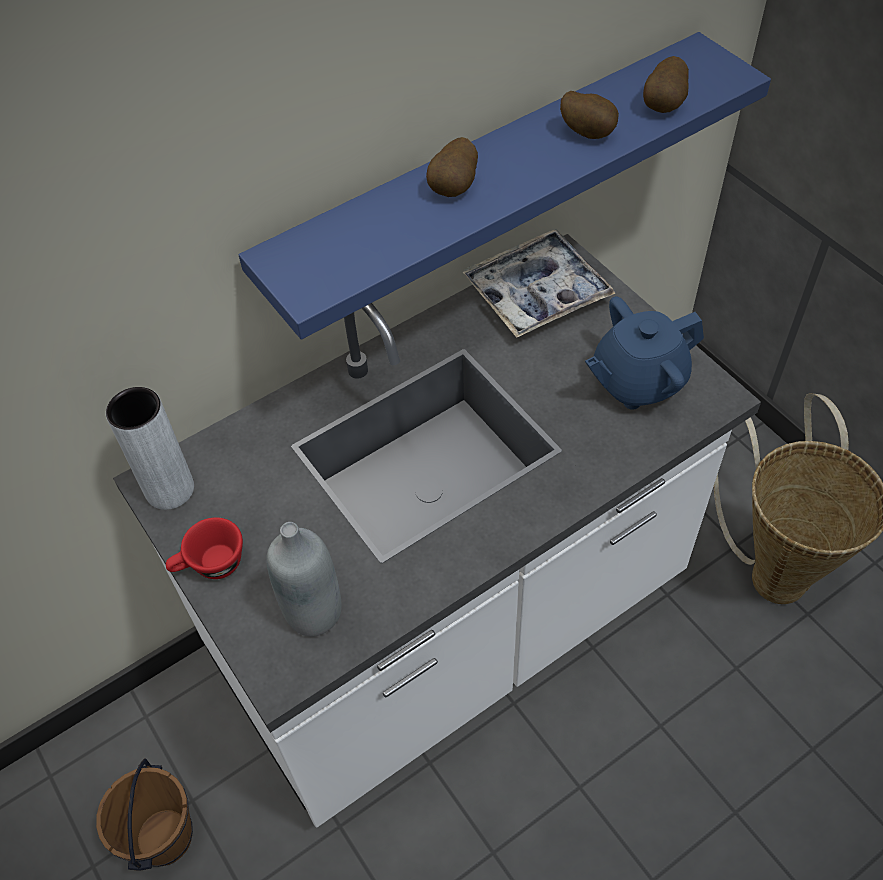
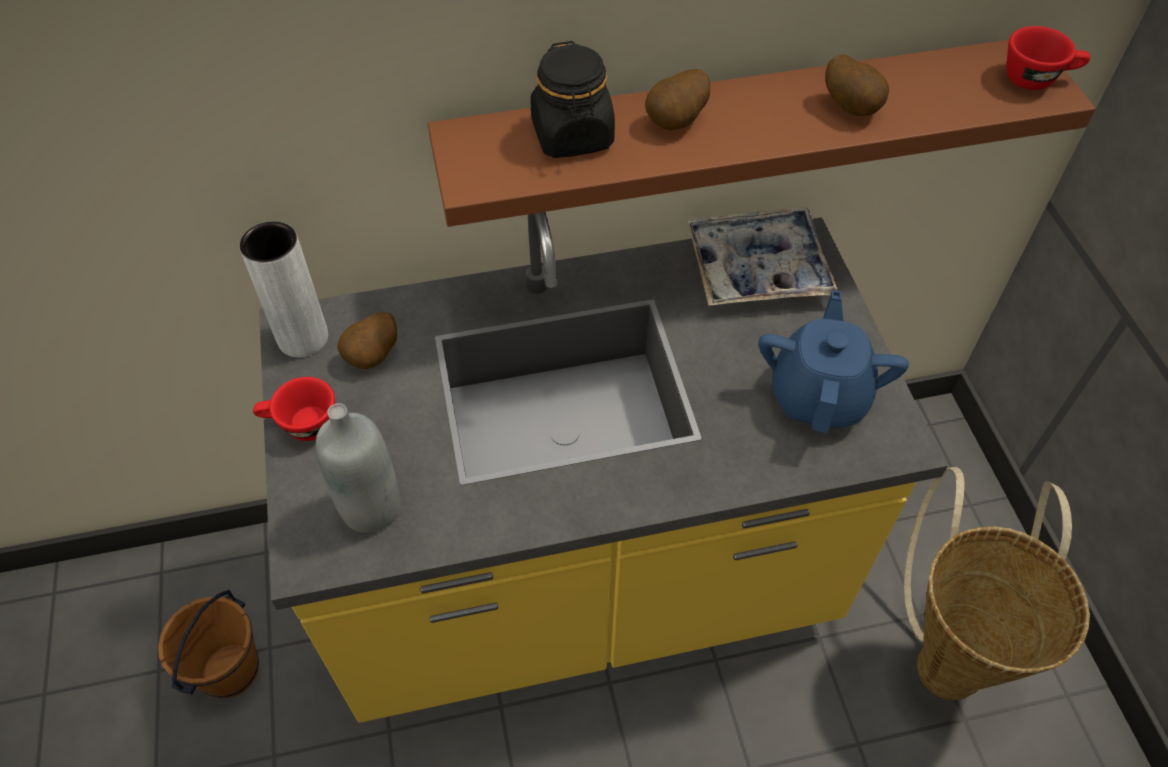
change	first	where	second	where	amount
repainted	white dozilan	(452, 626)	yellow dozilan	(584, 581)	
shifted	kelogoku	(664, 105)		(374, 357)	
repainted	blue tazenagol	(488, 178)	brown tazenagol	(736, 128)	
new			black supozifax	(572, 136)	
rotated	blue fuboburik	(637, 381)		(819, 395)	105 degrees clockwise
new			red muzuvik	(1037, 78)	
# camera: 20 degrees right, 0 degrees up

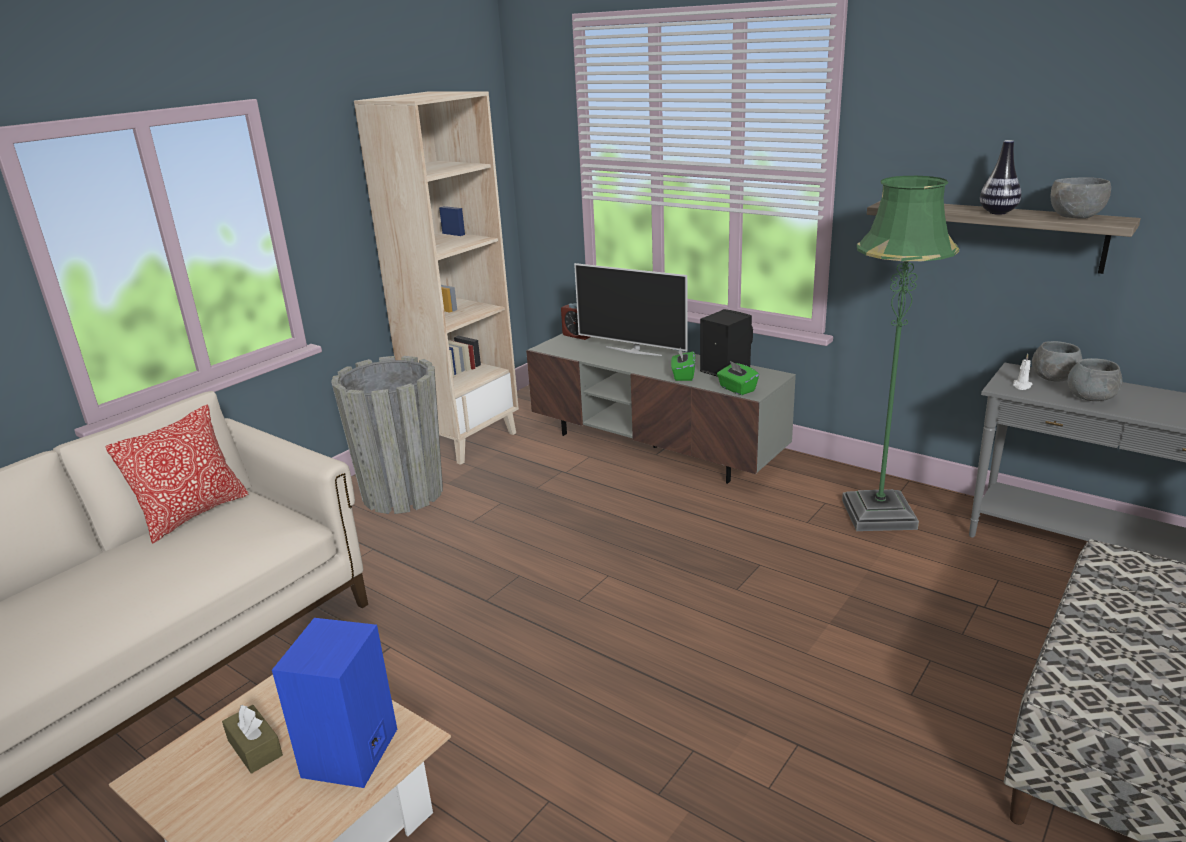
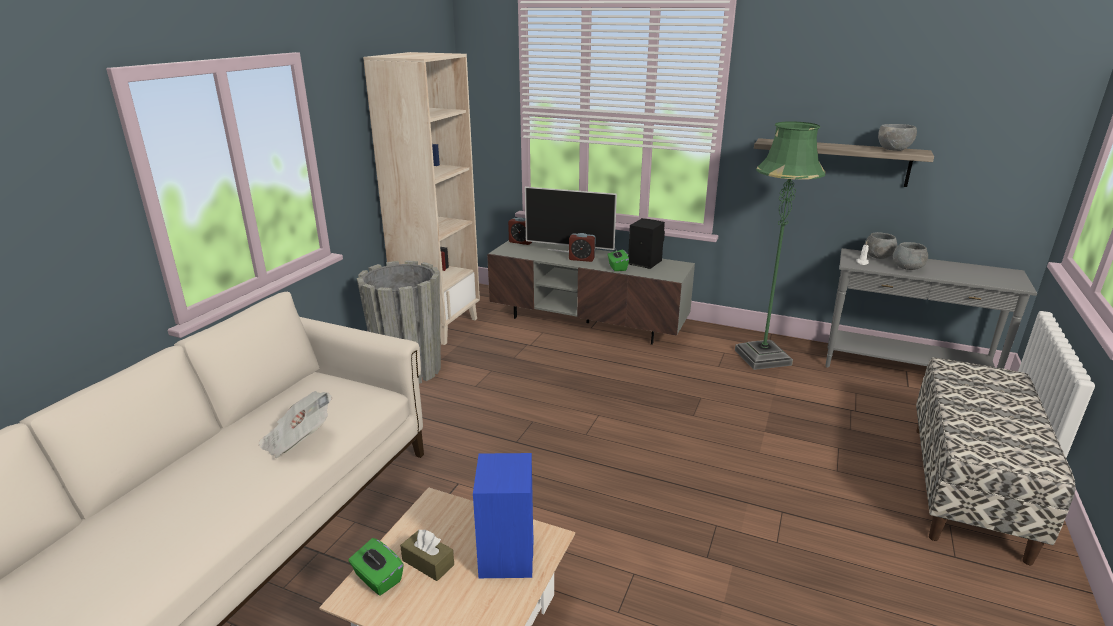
change	first	where	second	where	amount
new			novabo	(298, 440)	
shifted	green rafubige	(737, 389)		(377, 579)	
new			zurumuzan	(581, 259)	
gone	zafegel	(194, 514)			
gone	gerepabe	(997, 212)			
# camera: 15 degrees left, 0 degrees up

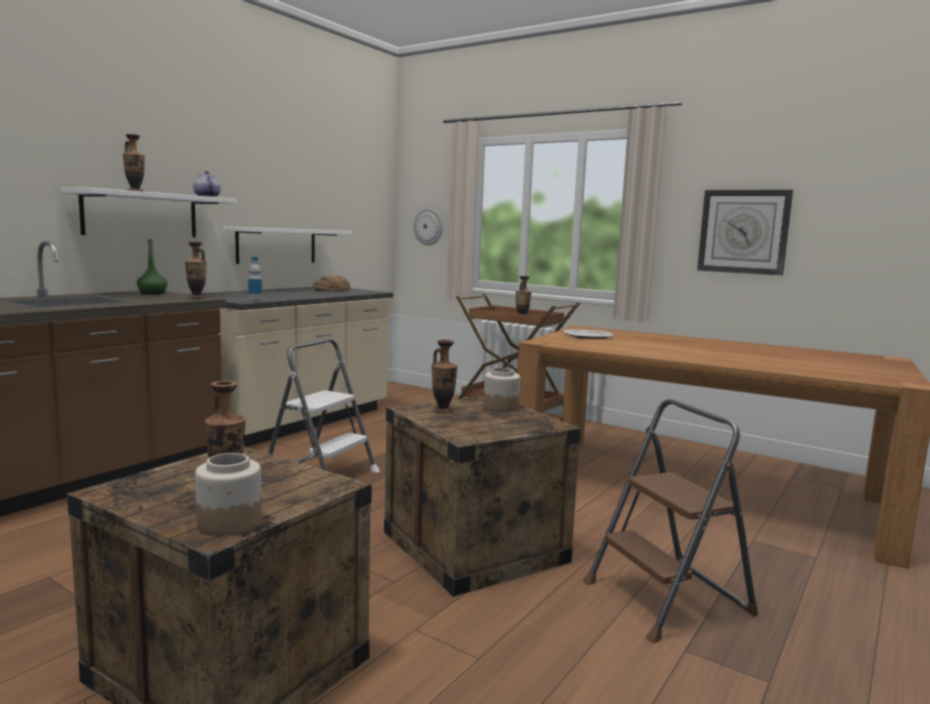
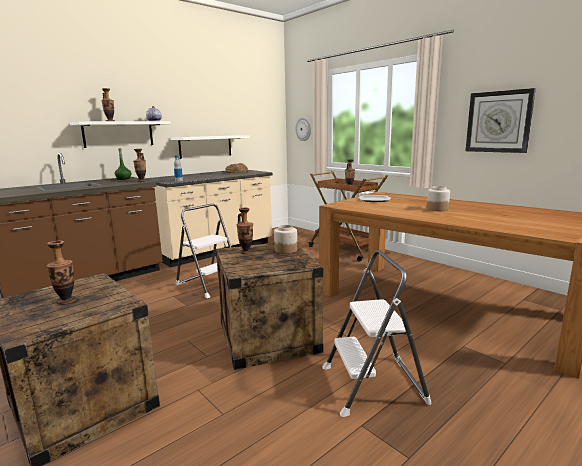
change	first	where	second	where	amount
repainted	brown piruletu	(673, 597)	white piruletu	(377, 384)	
shifted	supozifax	(228, 523)		(437, 209)	
# camera: 15 degrees right, 5 degrees up

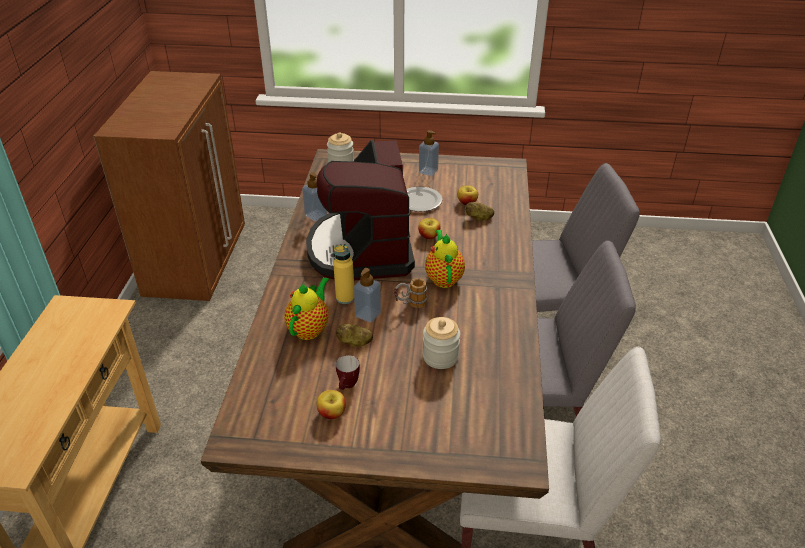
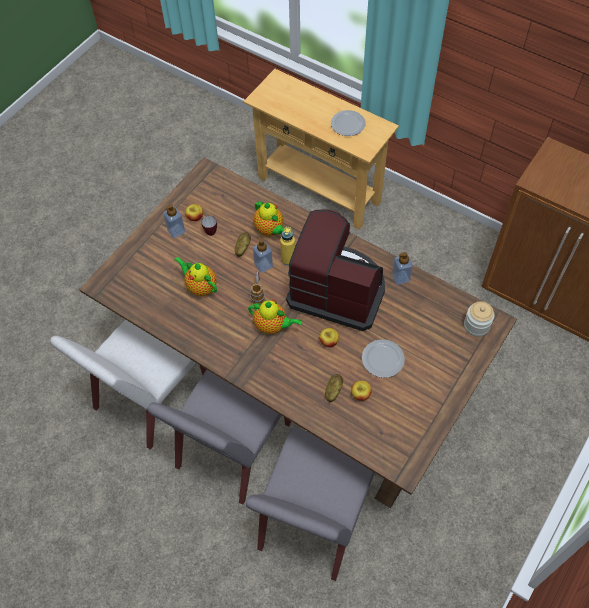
change	first	where	second	where	amount
shifted	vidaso	(428, 171)		(176, 231)	
swapped	supozifax	(440, 356)	fuboburik	(200, 286)	
new			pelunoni	(348, 125)	
# camera: 120 degrees right, 20 degrees up

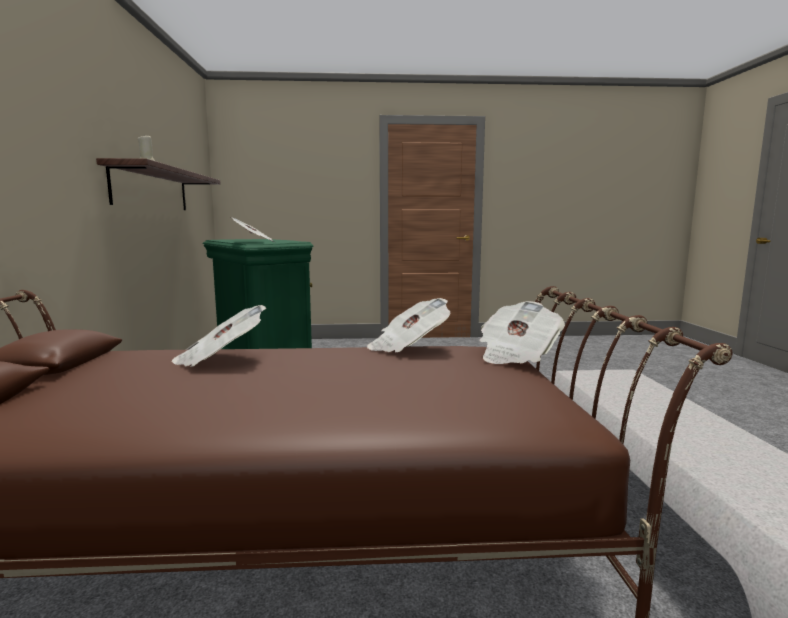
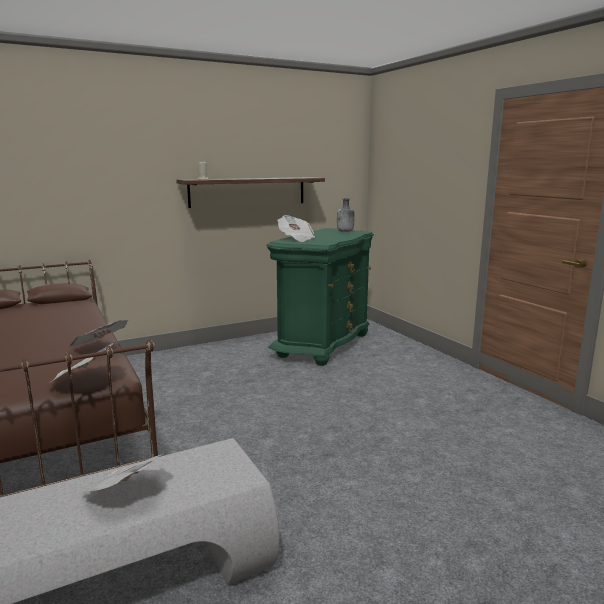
change	first	where	second	where	amount
shifted	novabo	(220, 359)		(124, 493)	
new			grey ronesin	(345, 231)	
# camera: 65 degrees right, 5 degrees up

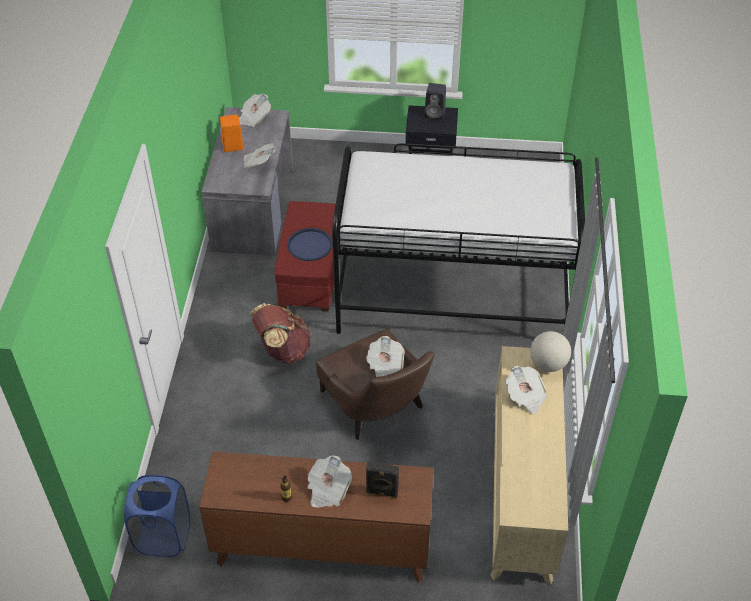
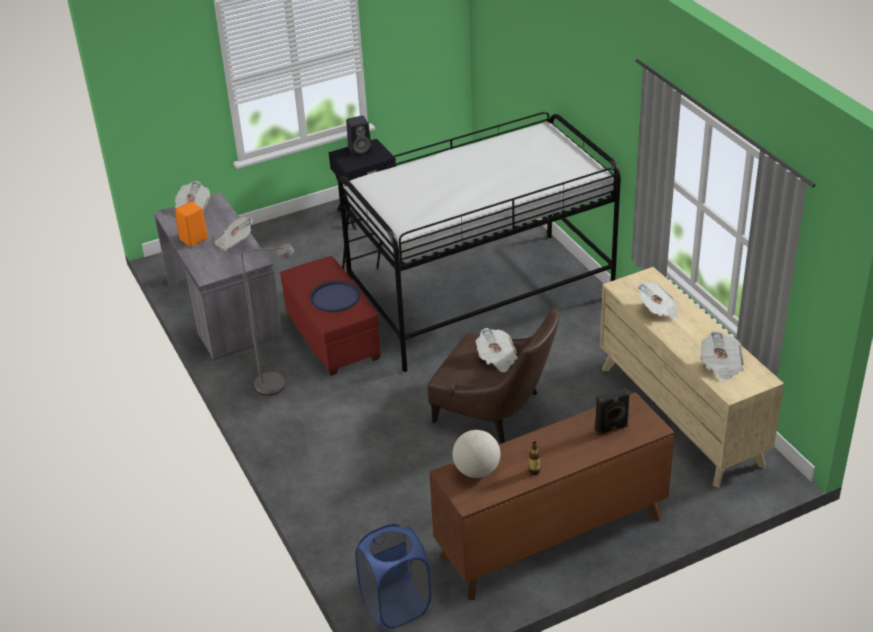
change	first	where	second	where	amount
new			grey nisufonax	(278, 384)	
shifted	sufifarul	(548, 364)		(477, 470)	
shifted	novabo	(328, 490)		(721, 366)	
gone	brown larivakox	(283, 350)			
# camera: 30 degrees left, 10 degrees down

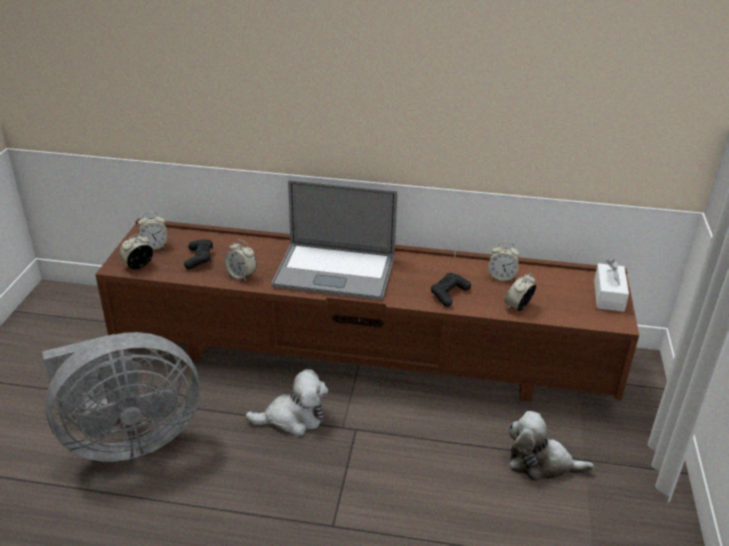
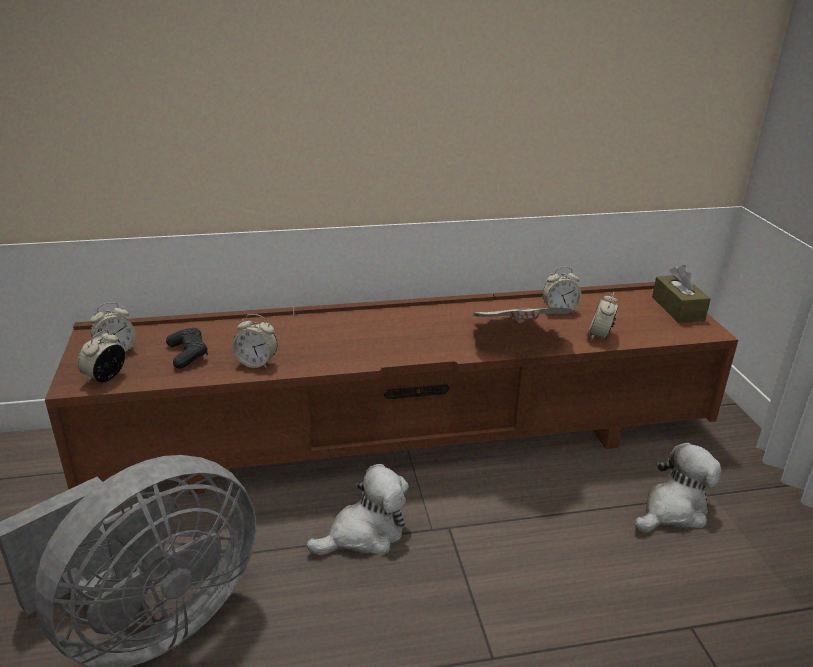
change	first	where	second	where	amount
swapped	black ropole	(449, 294)	novabo	(518, 337)	
rotated	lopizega	(541, 463)		(673, 510)	150 degrees clockwise
repainted	white rafubige	(608, 295)	brown rafubige	(677, 308)	
gone	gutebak	(334, 271)			
# camera: 20 degrees left, 5 degrees down

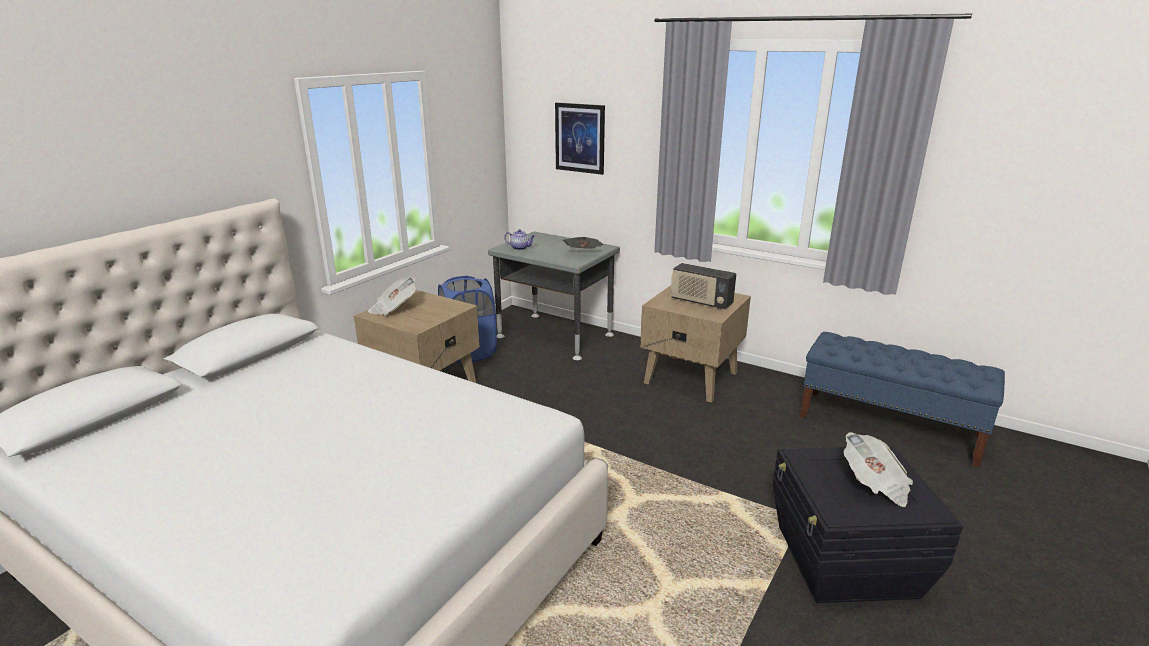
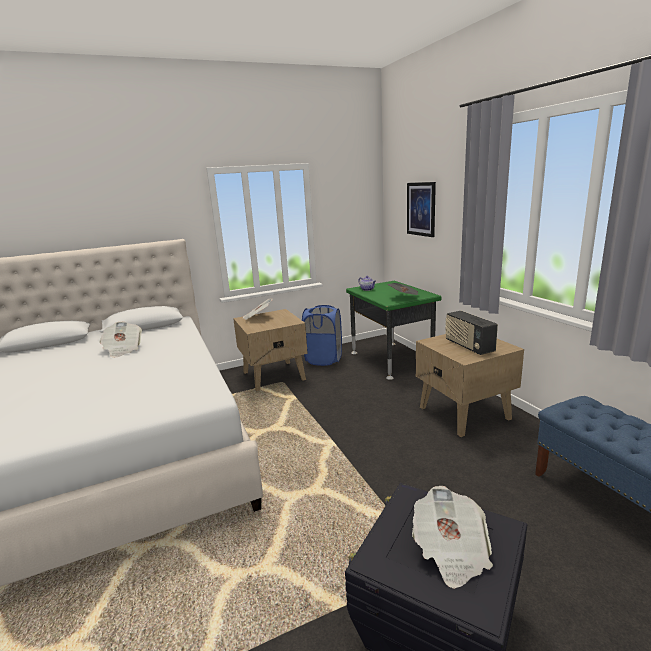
change	first	where	second	where	amount
new			novabo	(123, 349)	
repainted	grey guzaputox	(555, 335)	green guzaputox	(391, 359)	
# camera: 35 degrees right, 5 degrees down

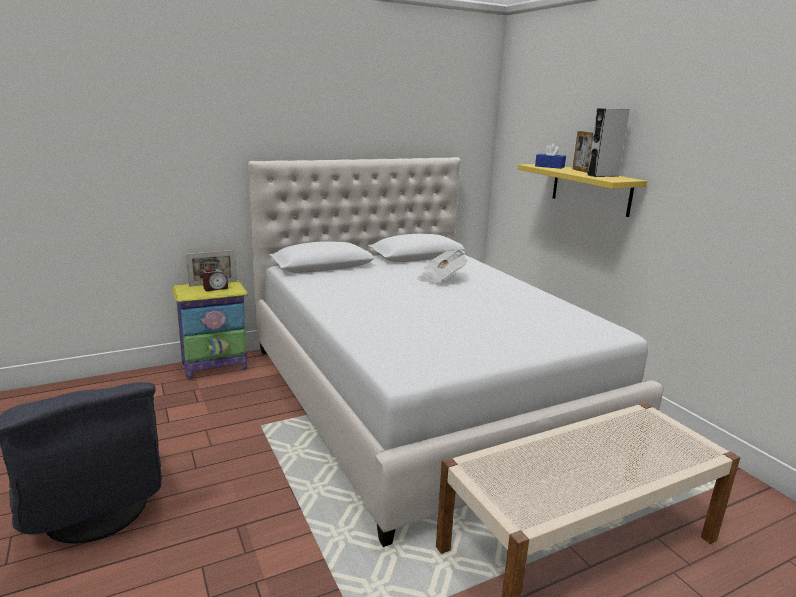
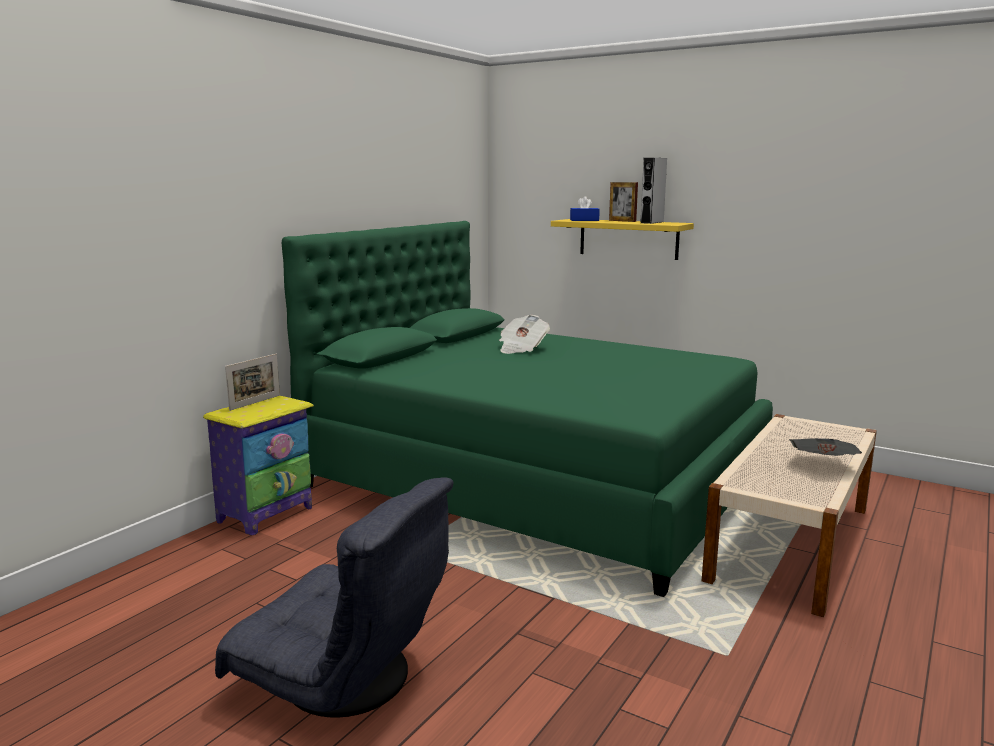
change	first	where	second	where	amount
repainted	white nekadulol	(424, 396)	green nekadulol	(536, 480)	
new			novabo	(823, 465)	
gone	zurumuzan	(215, 288)			
# camera: 30 degrees left, 5 degrees down

